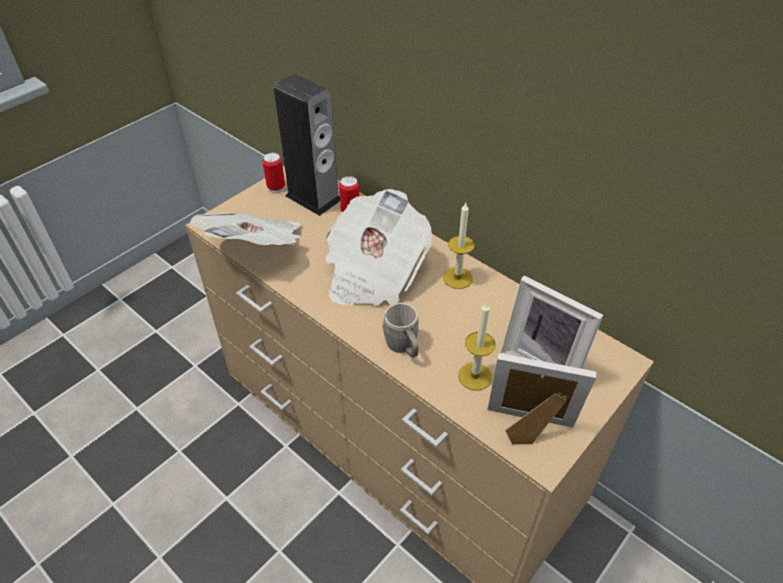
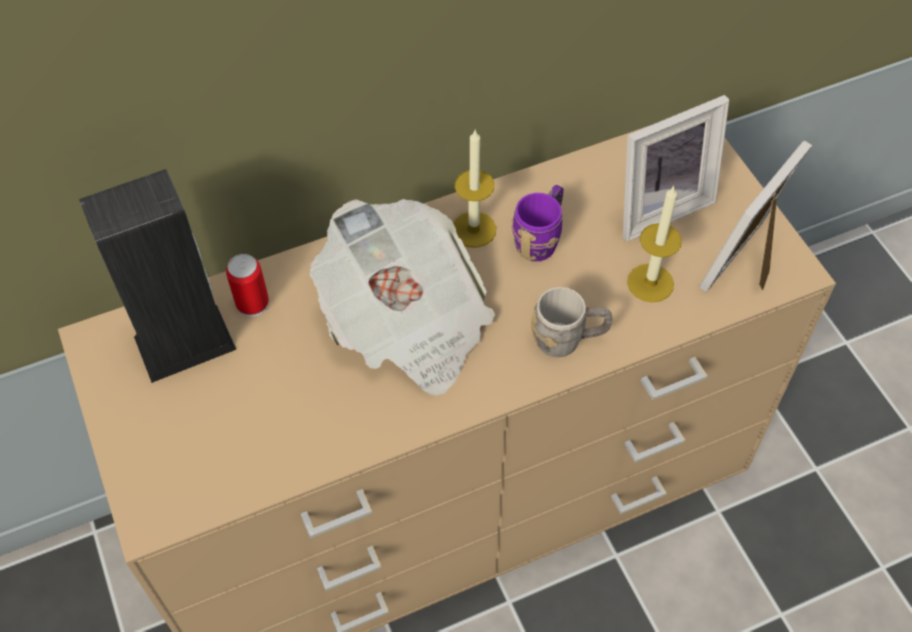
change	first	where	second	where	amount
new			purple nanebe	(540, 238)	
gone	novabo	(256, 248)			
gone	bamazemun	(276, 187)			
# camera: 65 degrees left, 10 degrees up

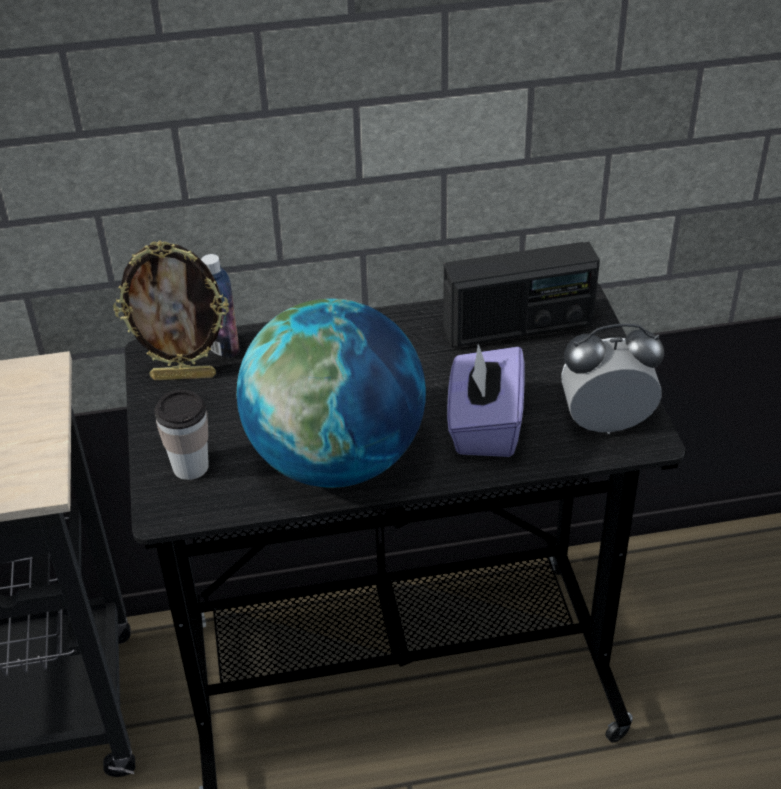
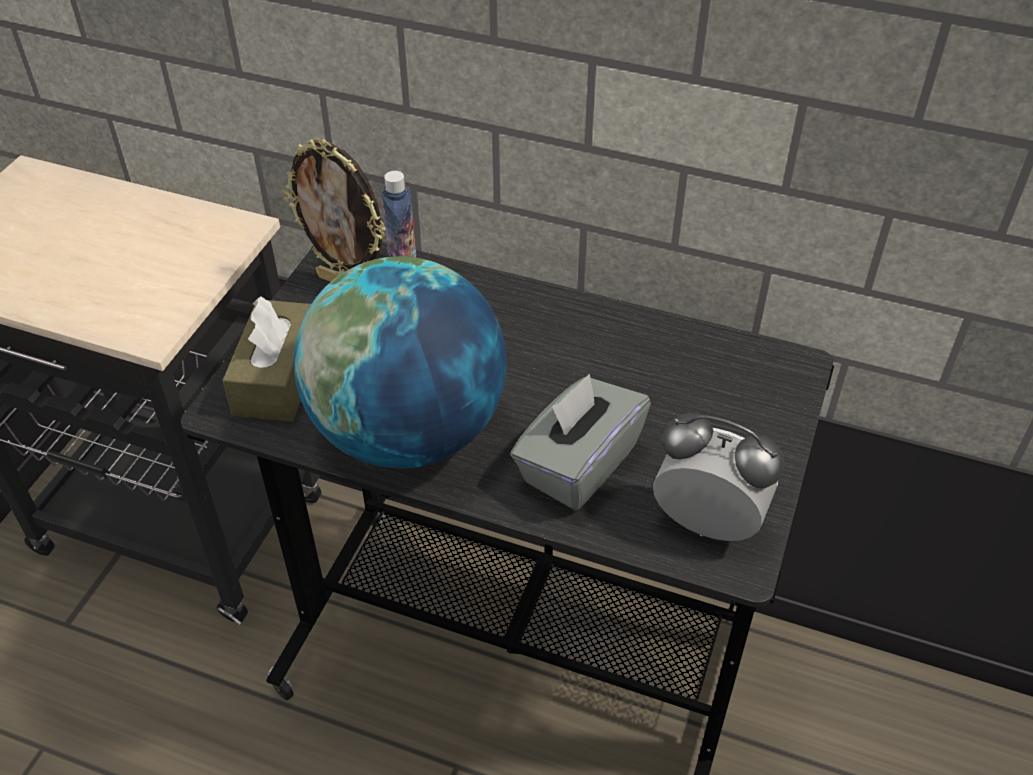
change	first	where	second	where	amount
swapped	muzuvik	(190, 467)	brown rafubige	(278, 377)	
repainted	purple rafubige	(484, 426)	grey rafubige	(578, 465)	
gone	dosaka	(518, 327)			
# camera: 30 degrees right, 5 degrees up

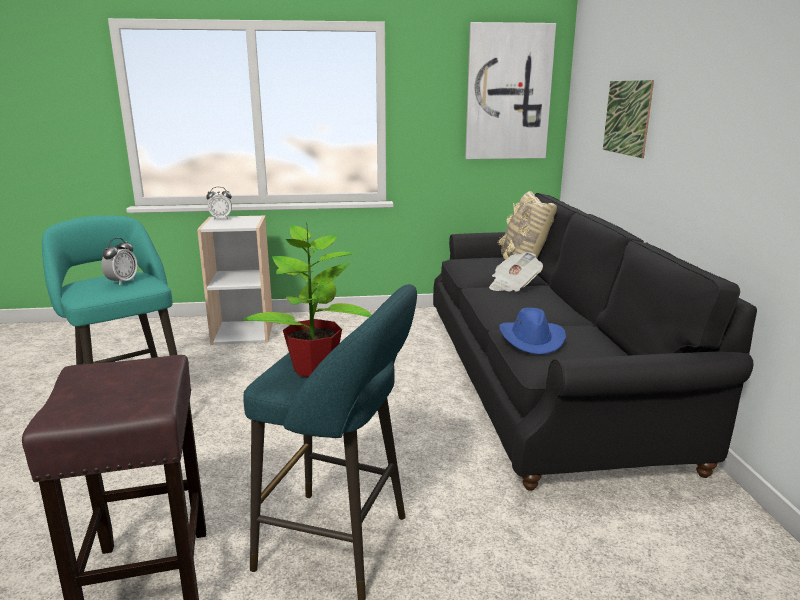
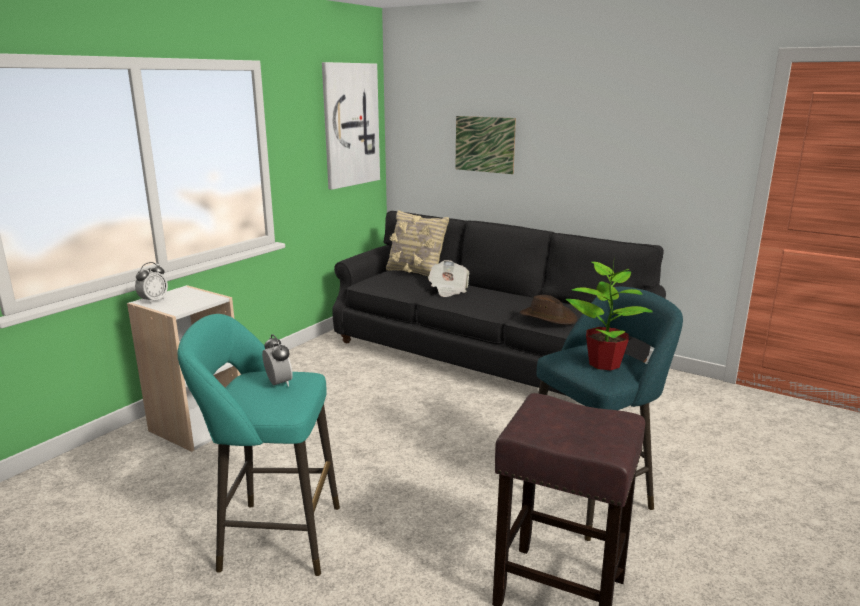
change	first	where	second	where	amount
repainted	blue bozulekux	(532, 339)	brown bozulekux	(547, 317)	
# camera: 50 degrees left, 0 degrees up

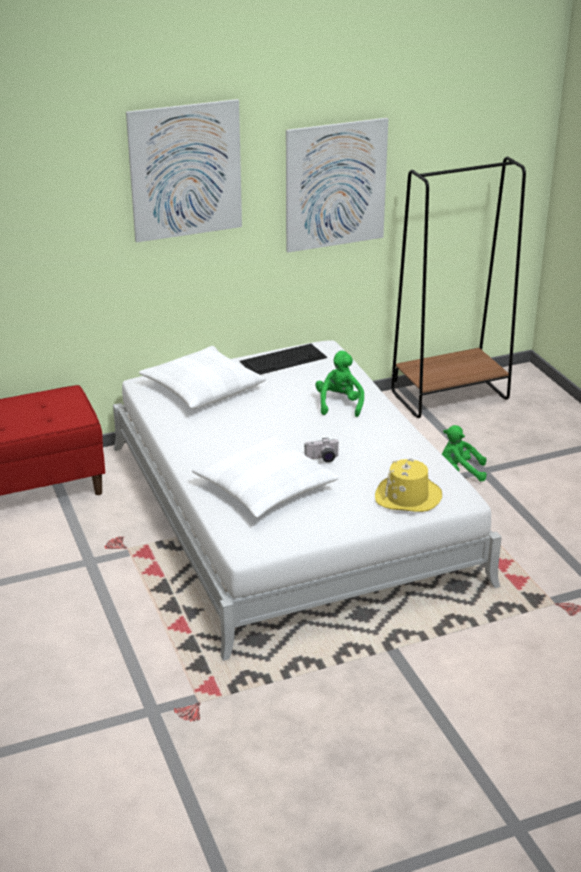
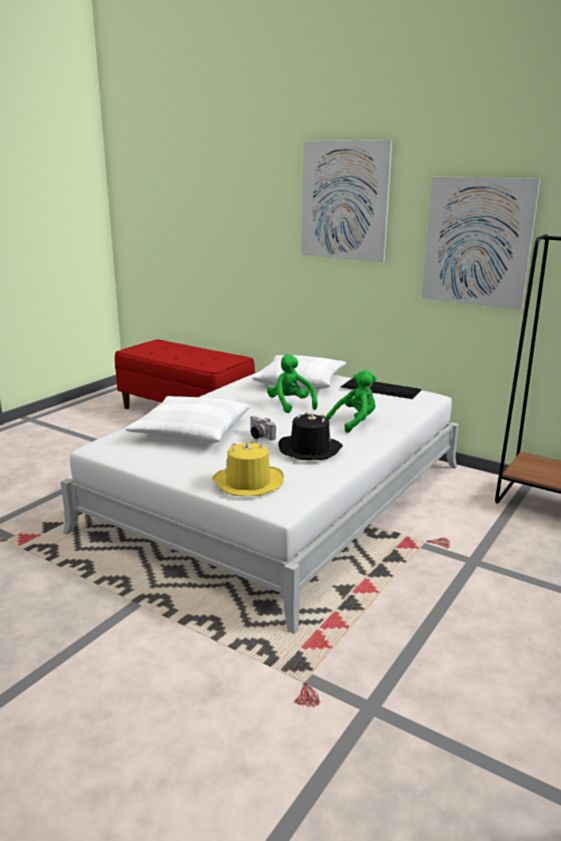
change	first	where	second	where	amount
shifted	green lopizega	(460, 472)		(290, 405)	
new			black bozulekux	(309, 449)	
# camera: 55 degrees right, 10 degrees down

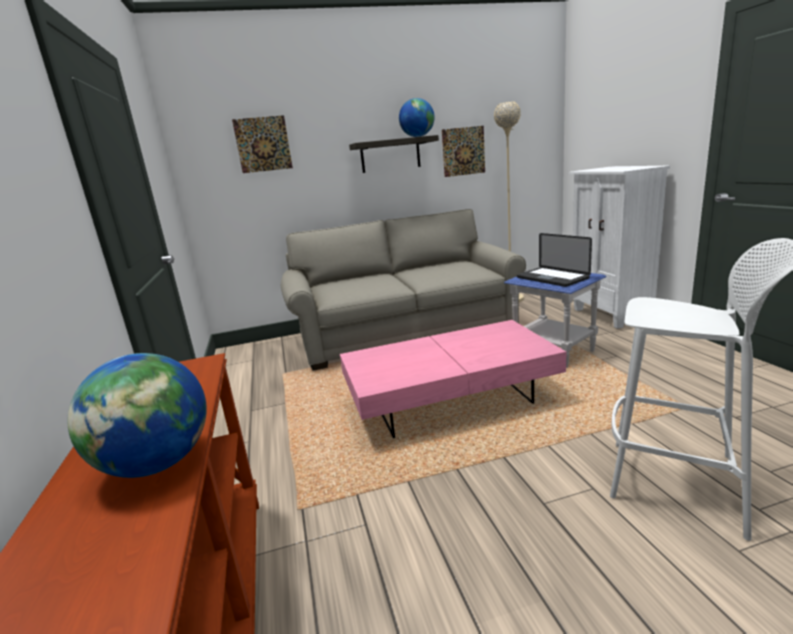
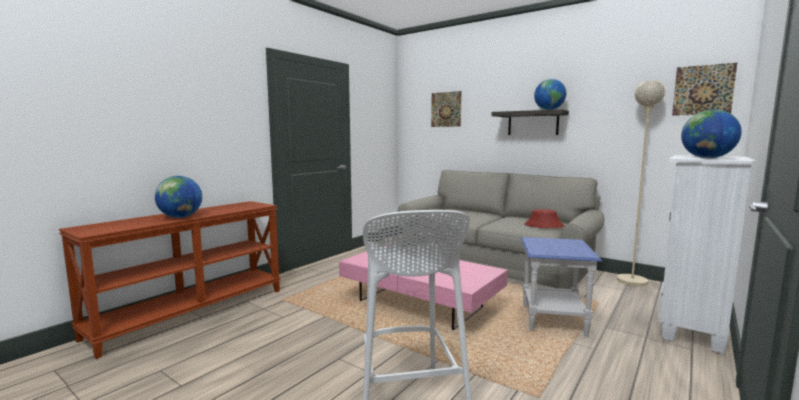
change	first	where	second	where	amount
new			red bozulekux	(543, 226)	
shifted	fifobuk	(463, 151)		(703, 90)	
new			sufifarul	(707, 158)	
gone	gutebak	(552, 278)			
# camera: 50 degrees right, 10 degrees down

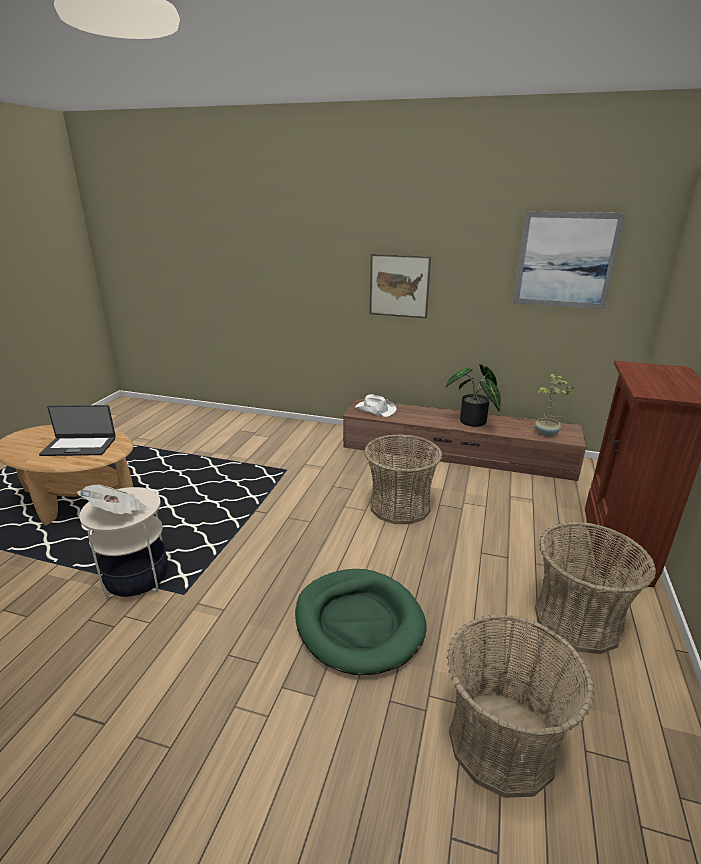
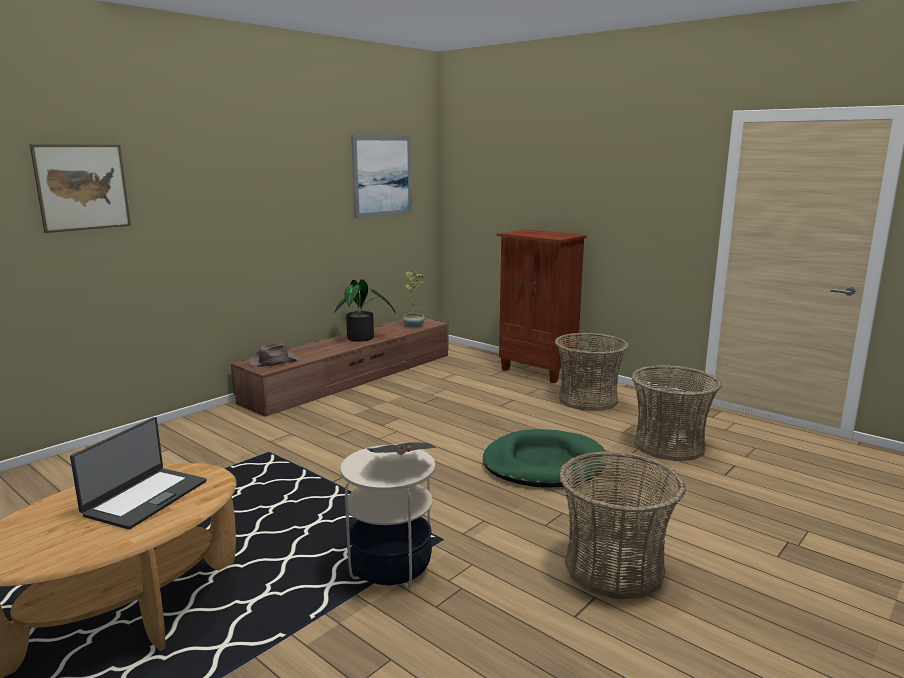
change	first	where	second	where	amount
shifted	fifobuk	(399, 286)		(82, 187)	
repainted	white bozulekux	(375, 409)	brown bozulekux	(273, 361)	
shifted	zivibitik	(400, 506)		(614, 568)	
# camera: 65 degrees left, 10 degrees down

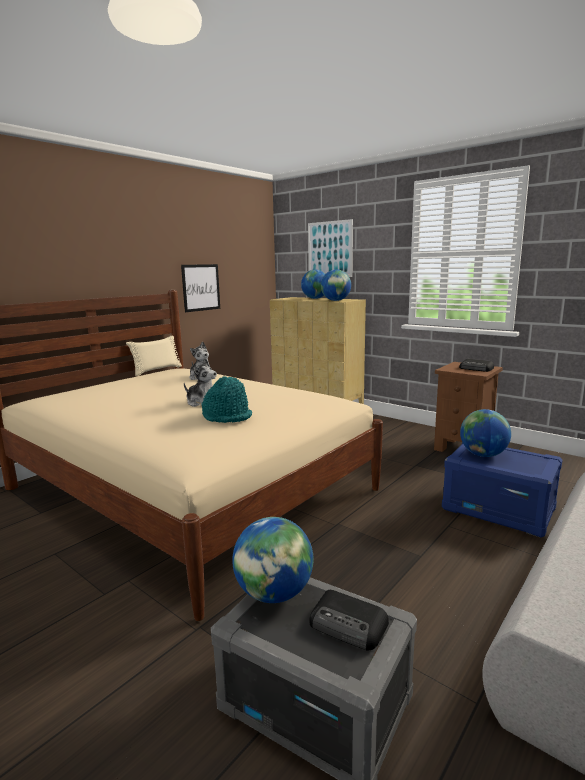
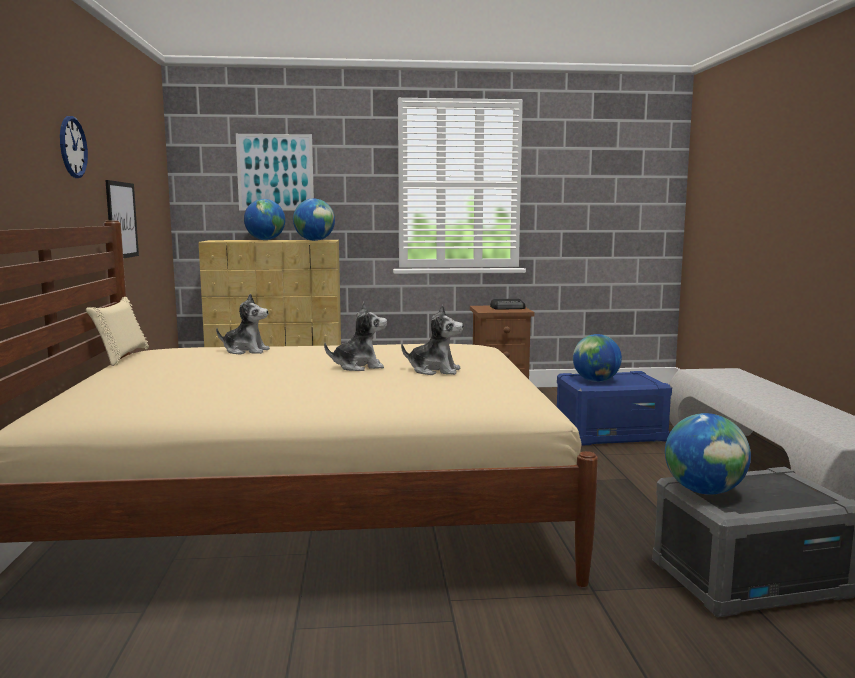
change	first	where	second	where	amount
new			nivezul	(72, 147)	
swapped	turquoise bozulekux	(227, 417)	lopizega	(434, 371)	
gone	dosaka	(349, 625)			
# camera: 45 degrees left, 5 degrees down

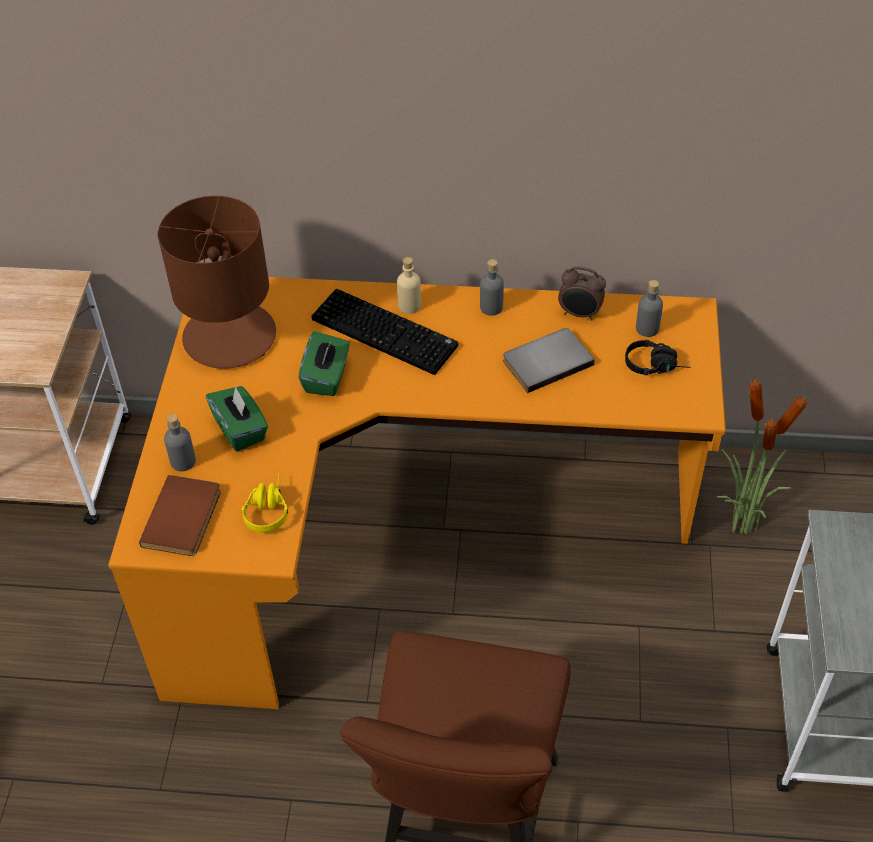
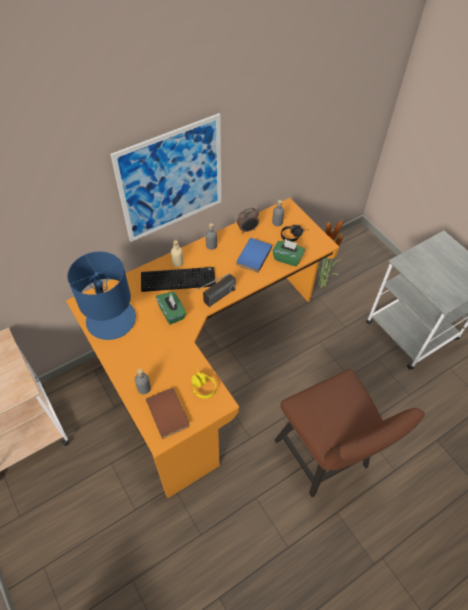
change	first	where	second	where	amount
repainted	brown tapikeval	(230, 335)	blue tapikeval	(111, 319)	
new			fifobuk	(171, 180)	
new			dosaka	(213, 301)	
repainted	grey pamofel	(546, 361)	blue pamofel	(252, 255)	
shifted	green rafubige	(240, 429)		(287, 258)	
# camera: 40 degrees left, 5 degrees up

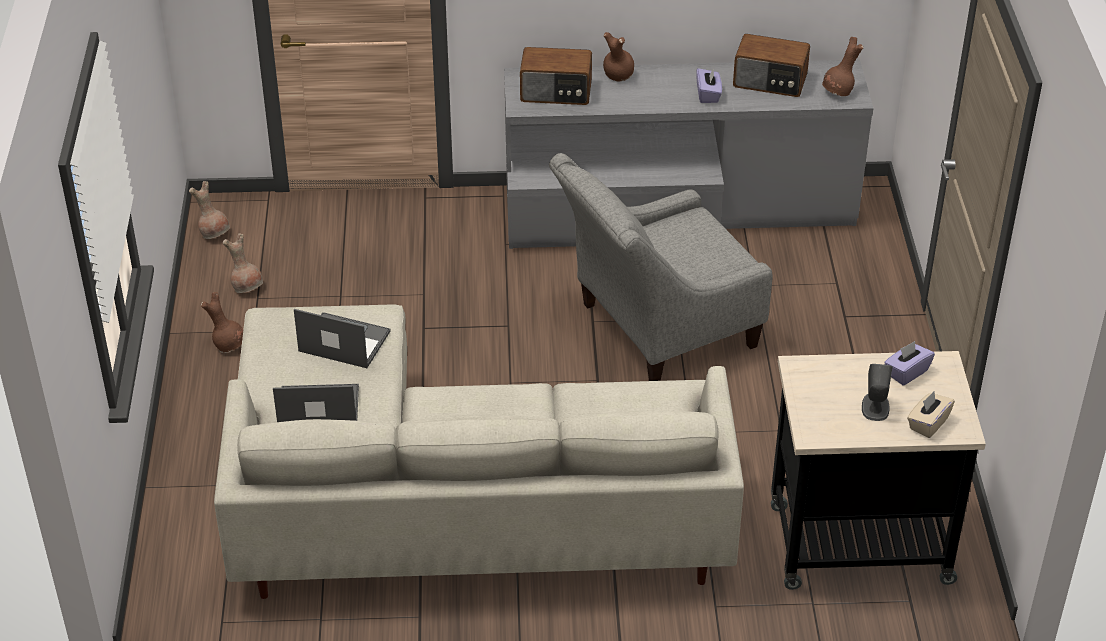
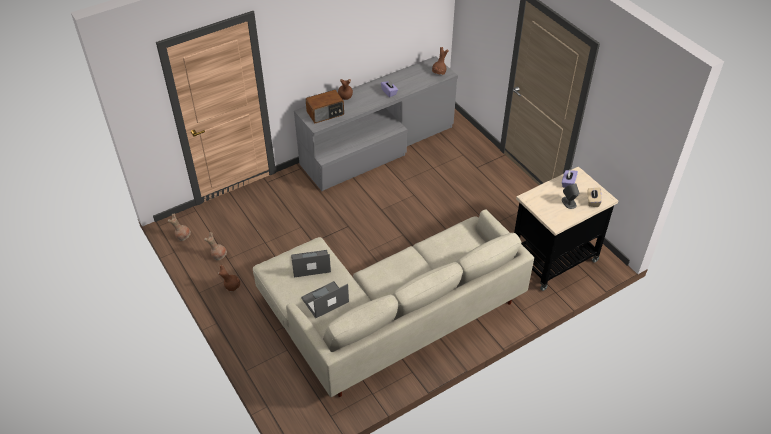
change	first	where	second	where	amount
gone	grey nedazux	(656, 329)			
gone	dosaka	(770, 82)			
# camera: 30 degrees left, 5 degrees up

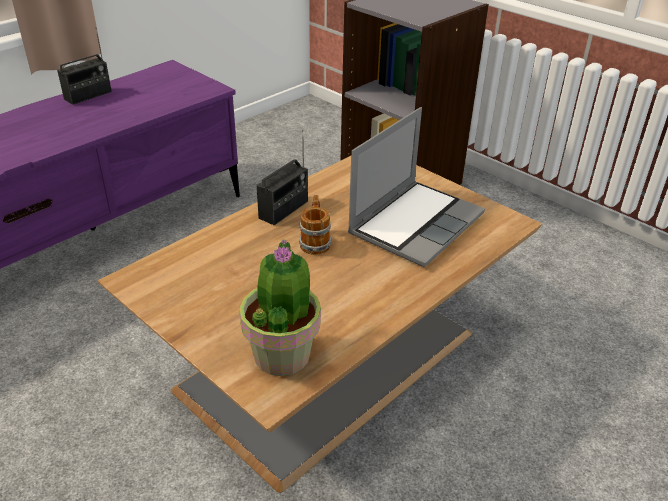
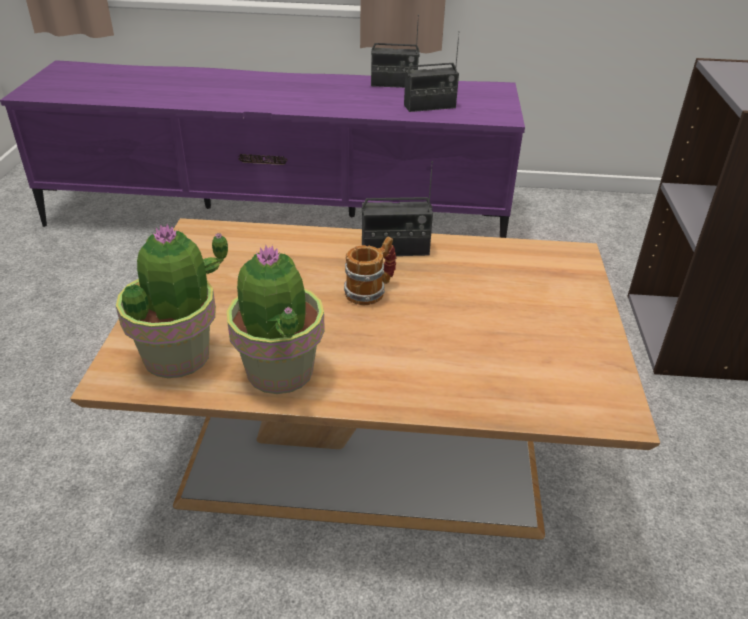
change	first	where	second	where	amount
new			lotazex	(279, 372)	
new			dosaka	(429, 106)	
gone	gutebak	(415, 223)			
# camera: 50 degrees right, 0 degrees up

